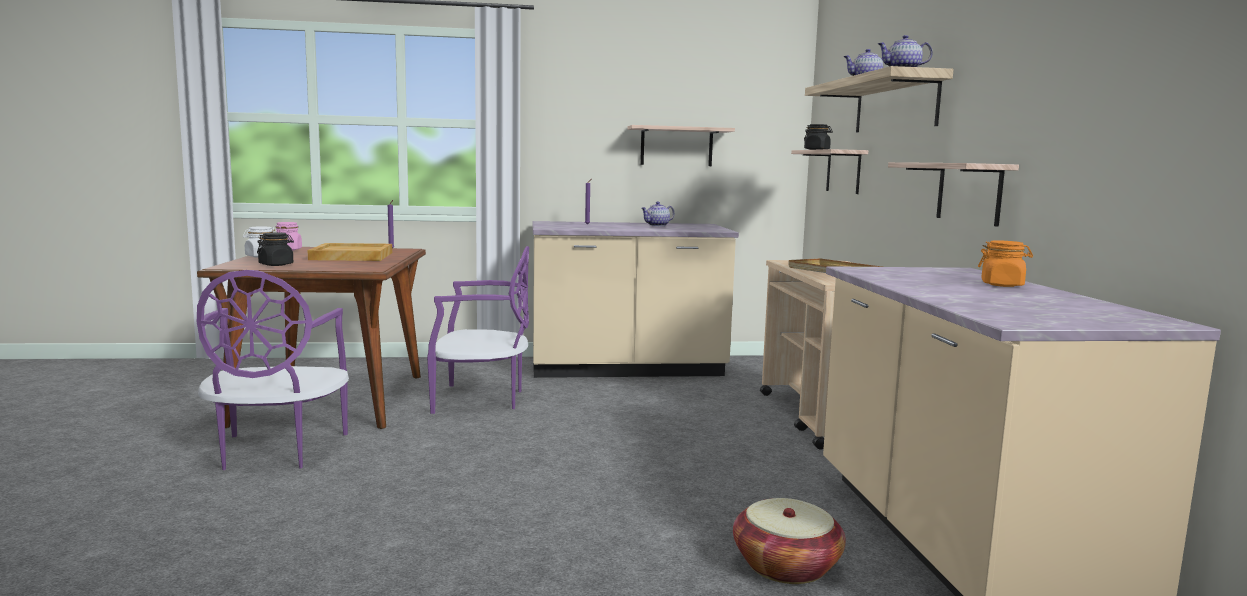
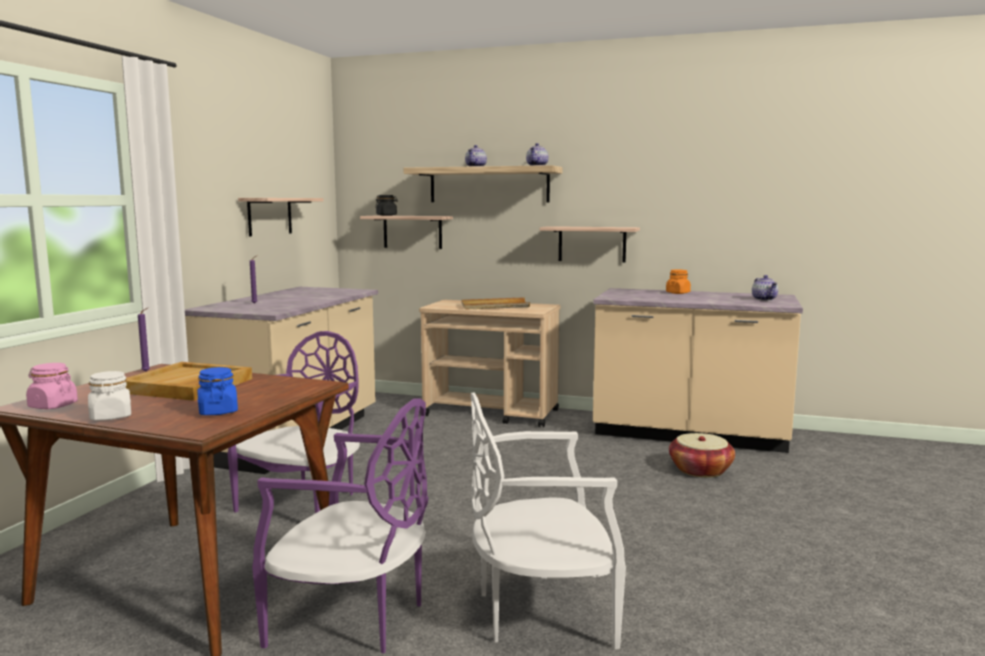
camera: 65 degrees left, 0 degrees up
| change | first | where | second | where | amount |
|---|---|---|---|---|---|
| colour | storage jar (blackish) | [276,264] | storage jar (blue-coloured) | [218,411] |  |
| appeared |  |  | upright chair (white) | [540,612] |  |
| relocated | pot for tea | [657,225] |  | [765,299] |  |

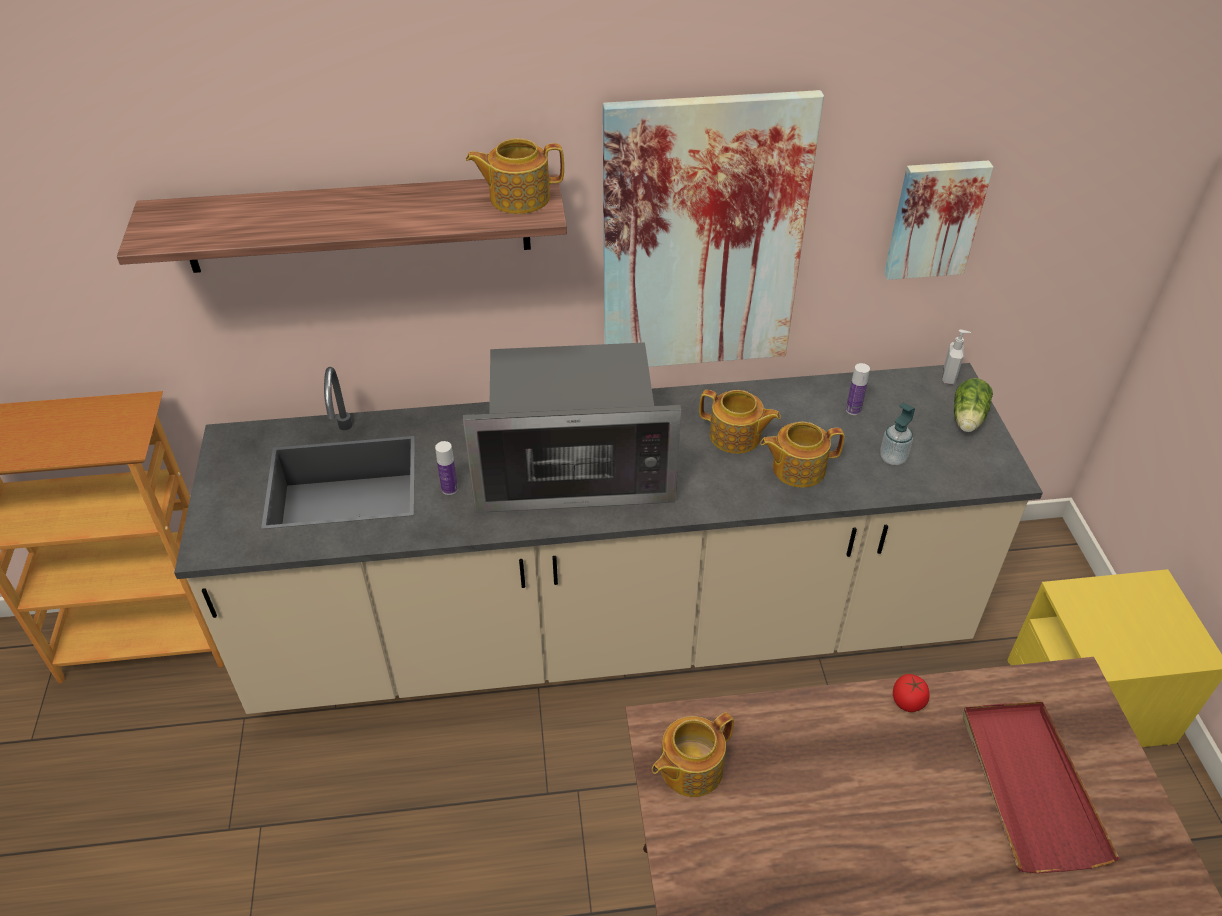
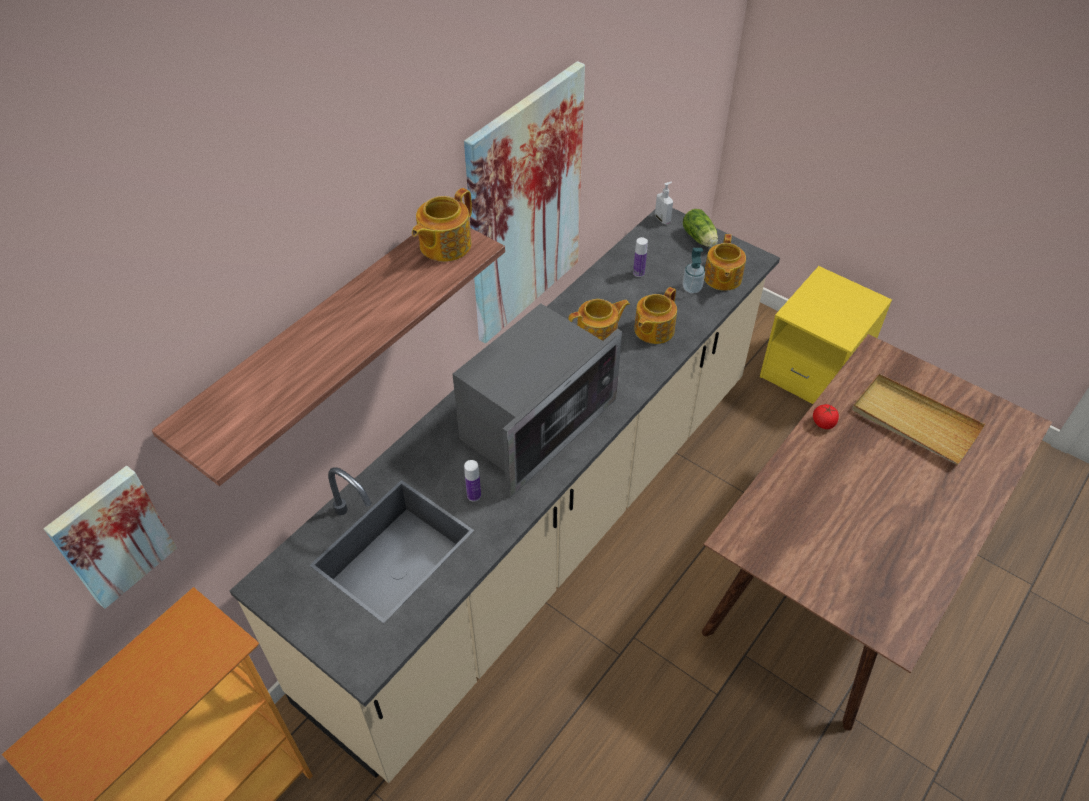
camera: 45 degrees left, 5 degrees up
| change | first | where | second | where | amount |
|---|---|---|---|---|---|
| relocated | wall picture | [934,218] |  | [111,535] |  |
| relocated | pot for tea | [689,768] |  | [722,278] |  |
| colour | carrying tray (reddish) | [1029,786] | carrying tray (beige) | [914,421] |  |

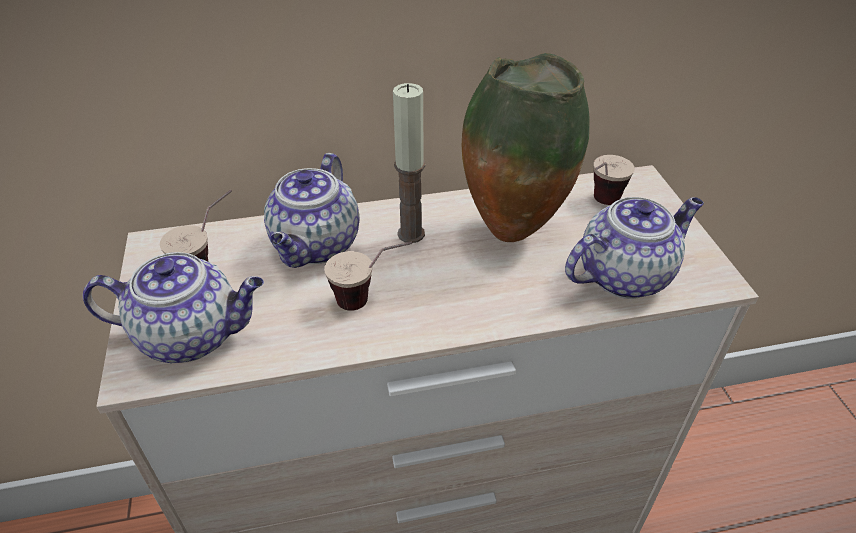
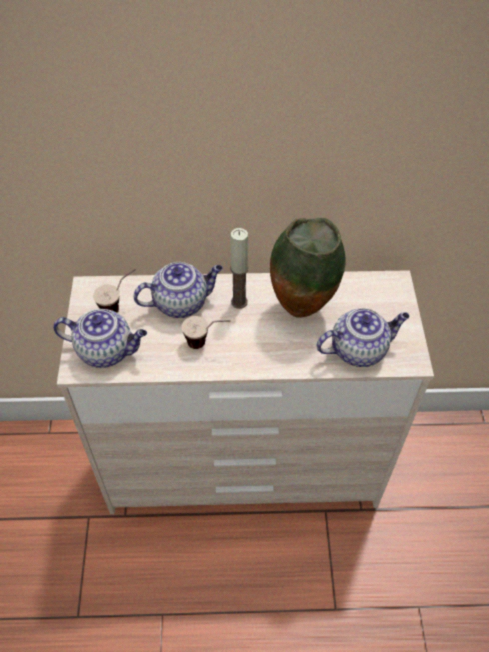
camera: 10 degrees right, 10 degrees up
| change | first | where | second | where | amount |
|---|---|---|---|---|---|
| spun | pot for tea | [316,246] |  | [181,303] | 135 degrees counterclockwise |
| missing | cup | [600,206] |  |  |  |

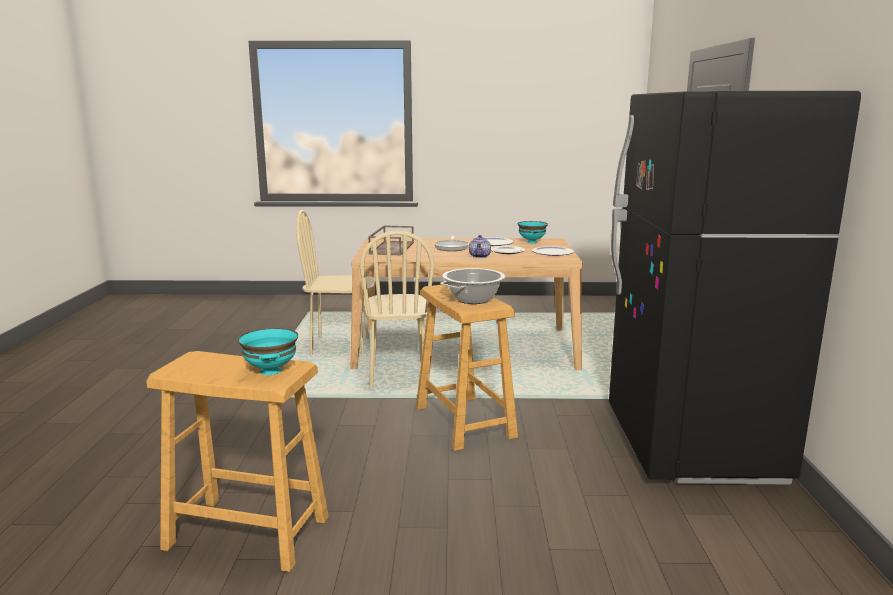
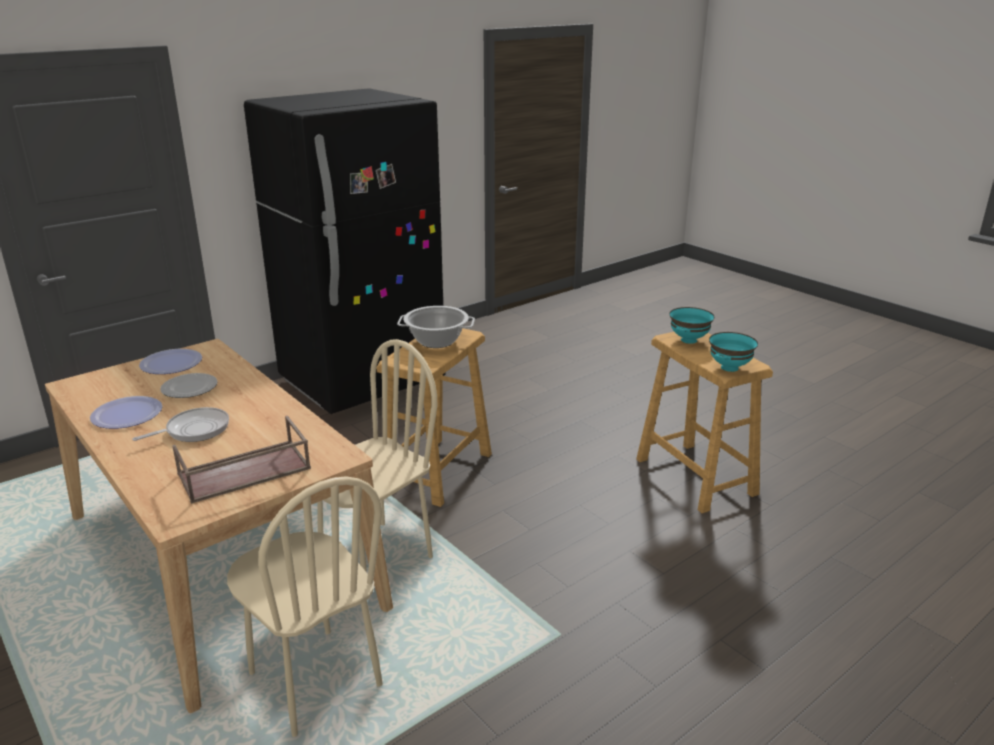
camera: 130 degrees left, 10 degrees up
| change | first | where | second | where | amount |
|---|---|---|---|---|---|
| relocated | deep dish (turquoise-coloured) | [531,242] |  | [730,368] |  |
| missing | pot for tea | [480,256] |  |  |  |

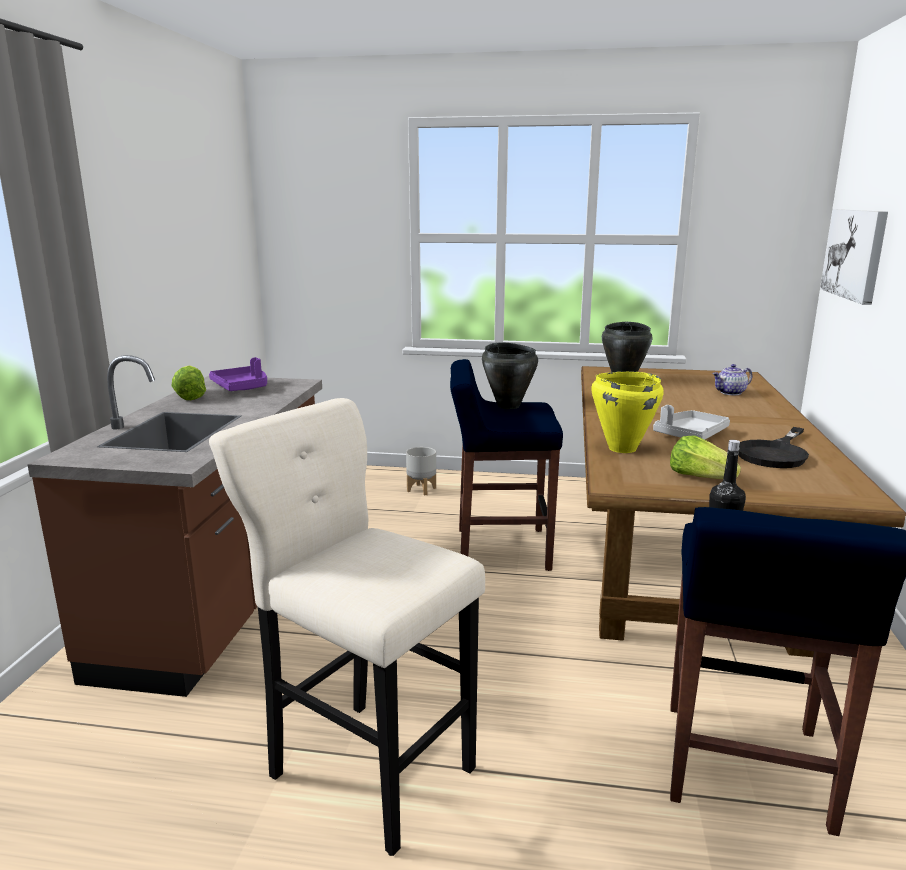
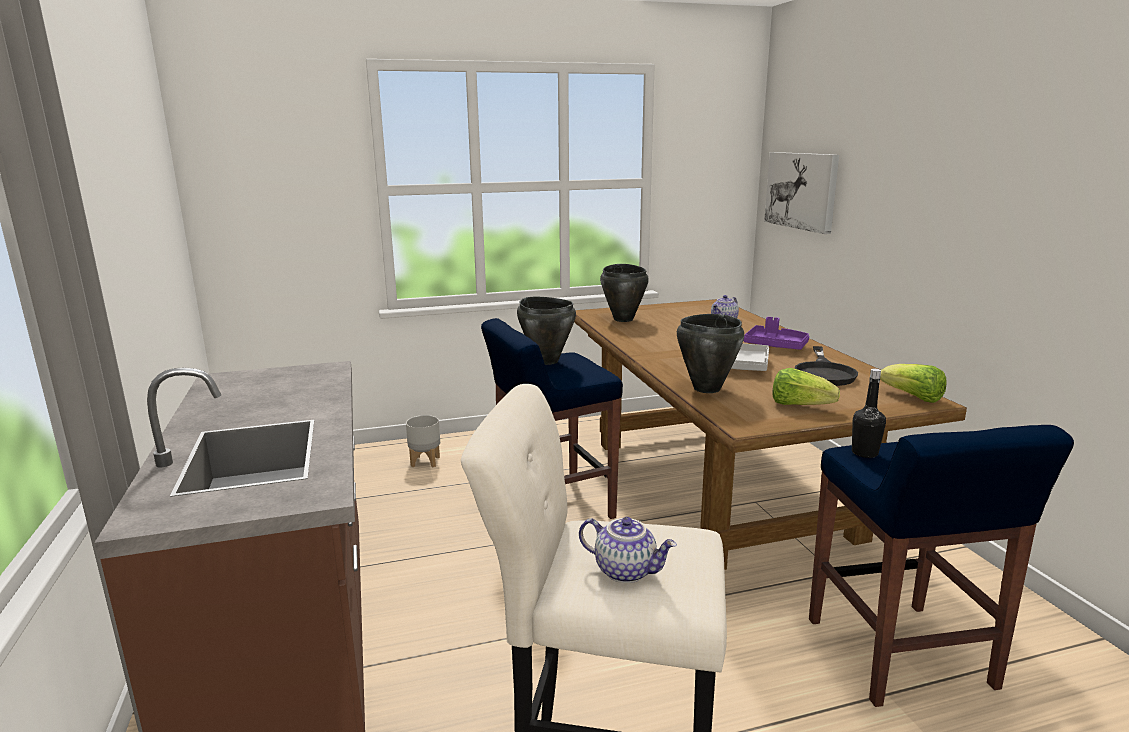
camera: 25 degrees left, 0 degrees up
| change | first | where | second | where | amount |
|---|---|---|---|---|---|
| appeared |  |  | pot for tea | [626,570] |  |
| colour | stockpot (yellow-coloured) | [621,448] | stockpot (blackish) | [706,388] |  |
| relocated | carrying tray (purple-coloured) | [242,387] |  | [776,346] |  |
| relocated | lettuce | [191,396] |  | [913,397] |  |

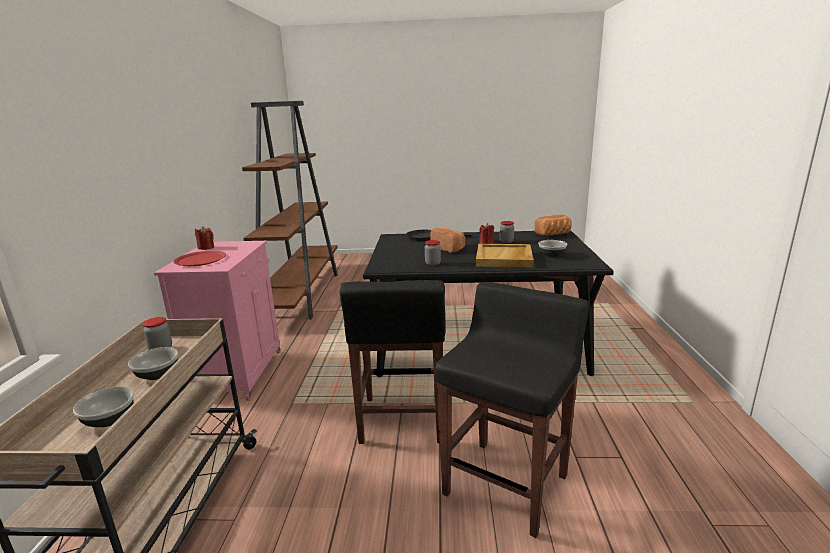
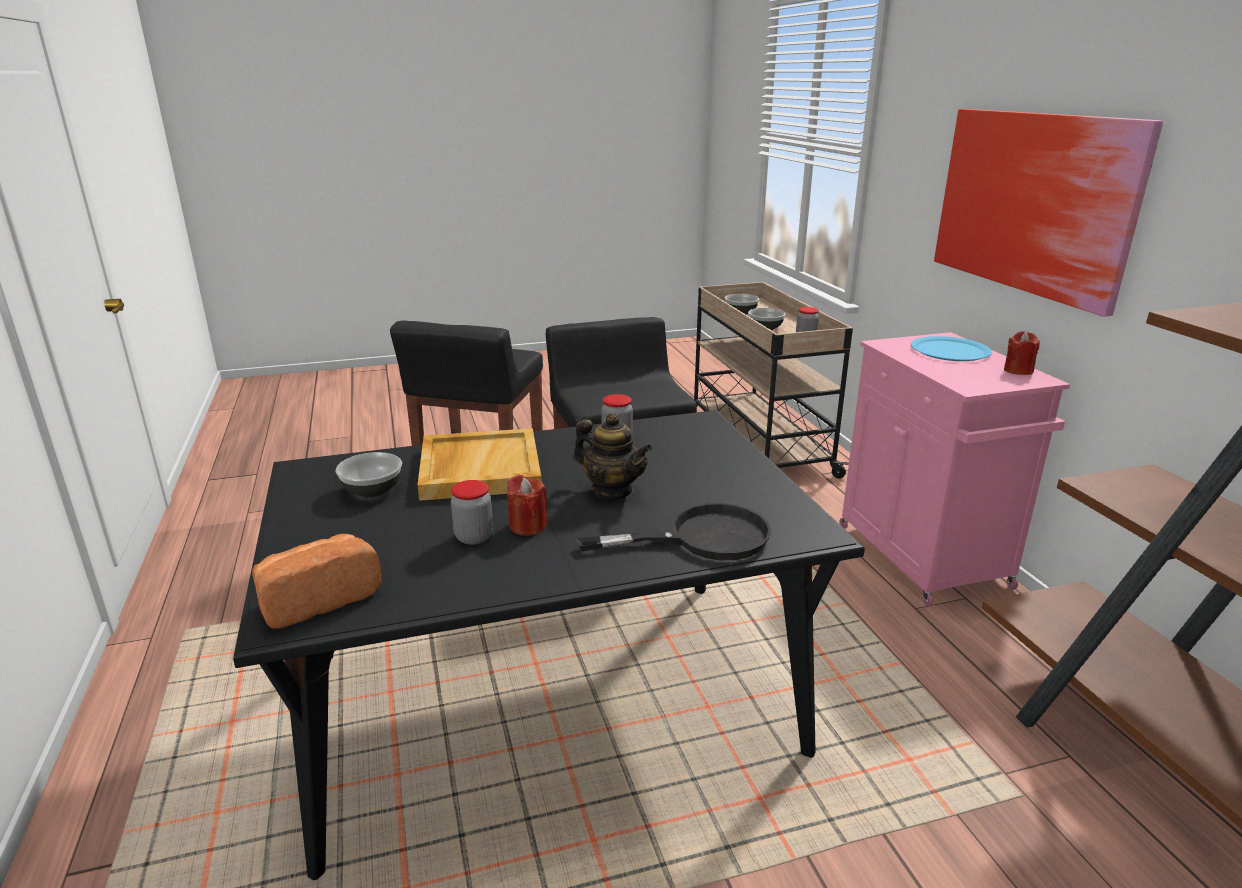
camera: 160 degrees right, 5 degrees up
| change | first | where | second | where | amount |
|---|---|---|---|---|---|
| exchanged | bread | [449,248] | pot for tea | [612,491] |  |
| colour | dinner plate (reddish) | [200,259] | dinner plate (blue-coloured) | [950,350] |  |
| appeared |  |  | wall picture | [1033,203] |  |

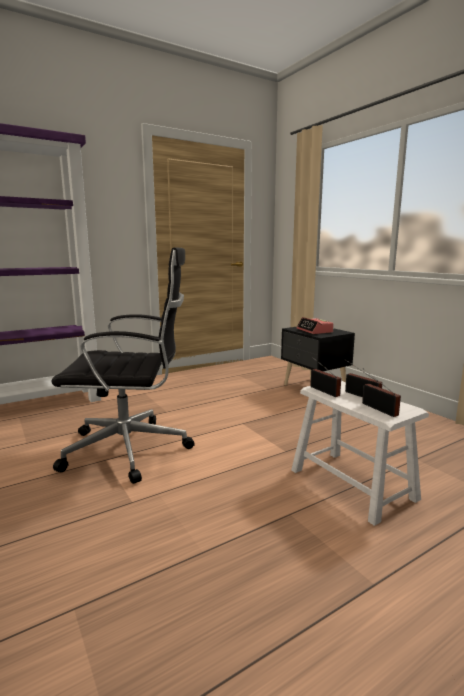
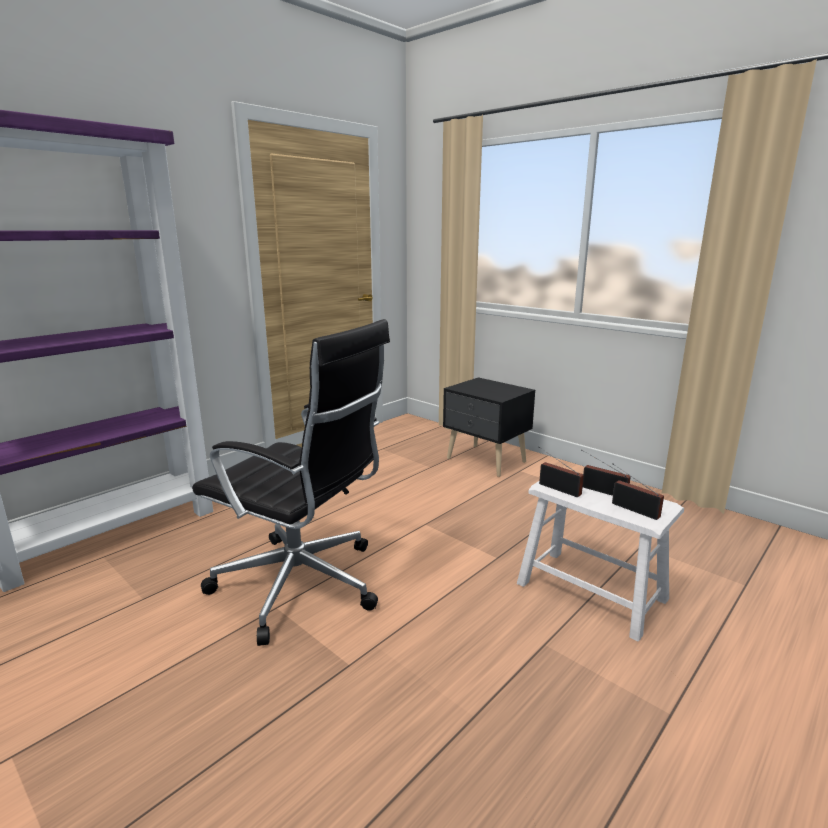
camera: 15 degrees left, 5 degrees up
| change | first | where | second | where | amount |
|---|---|---|---|---|---|
| spun | computer chair (blackish) | [131,449] |  | [303,585] | 45 degrees clockwise |
| missing | bedside clock | [314,331] |  |  |  |

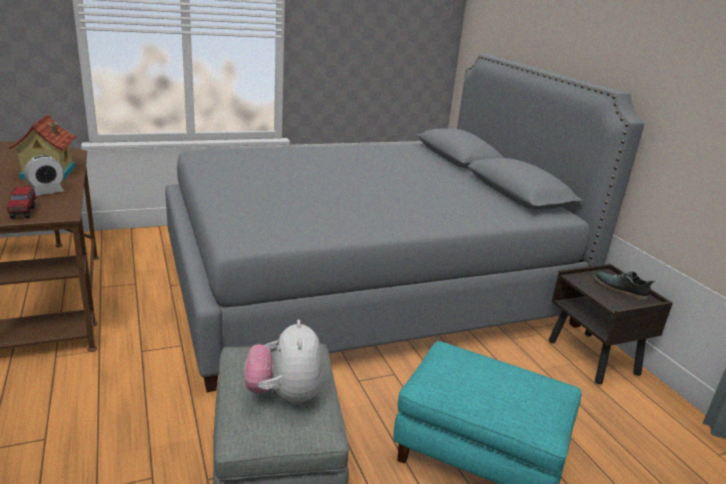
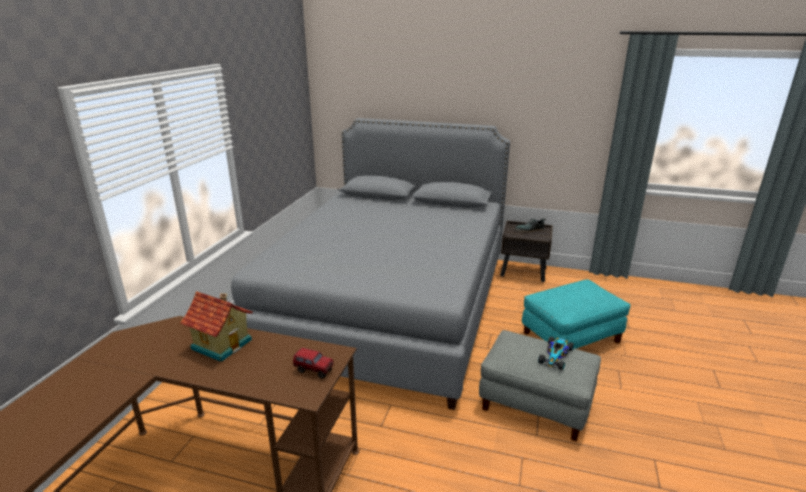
camera: 50 degrees left, 0 degrees up
| change | first | where | second | where | amount |
|---|---|---|---|---|---|
| exchanged | soft toy | [285,395] | toy car | [556,355] |  |
| missing | bedside clock | [47,192] |  |  |  |

